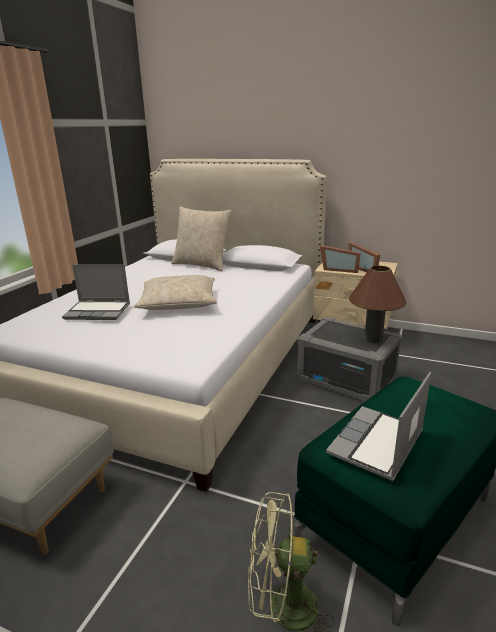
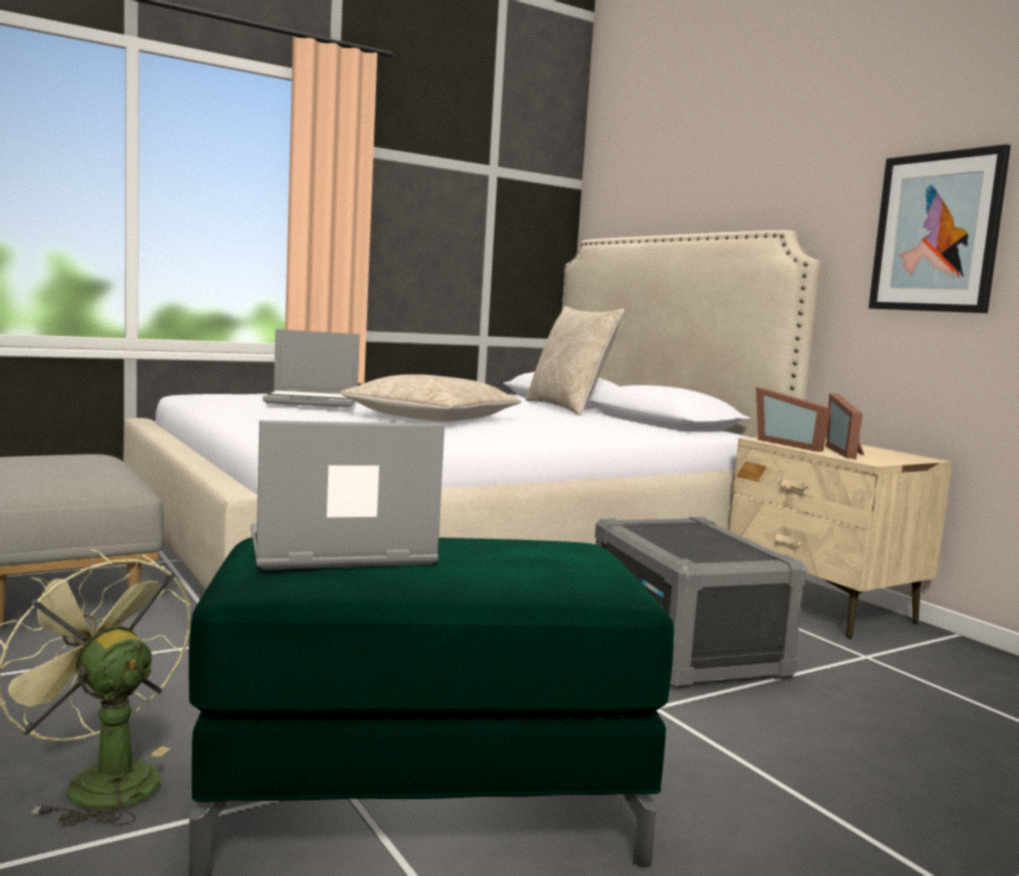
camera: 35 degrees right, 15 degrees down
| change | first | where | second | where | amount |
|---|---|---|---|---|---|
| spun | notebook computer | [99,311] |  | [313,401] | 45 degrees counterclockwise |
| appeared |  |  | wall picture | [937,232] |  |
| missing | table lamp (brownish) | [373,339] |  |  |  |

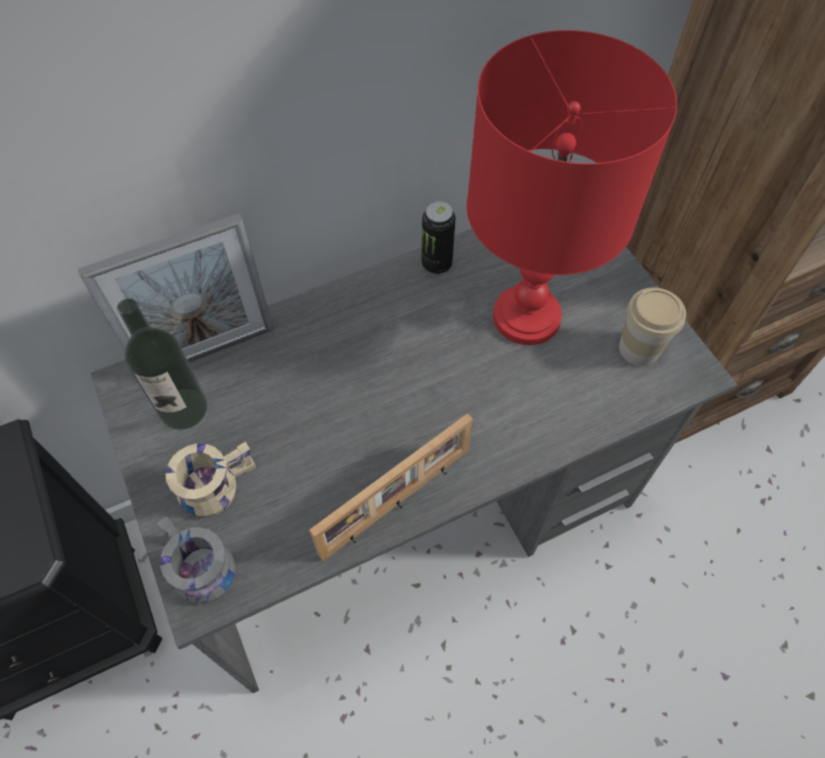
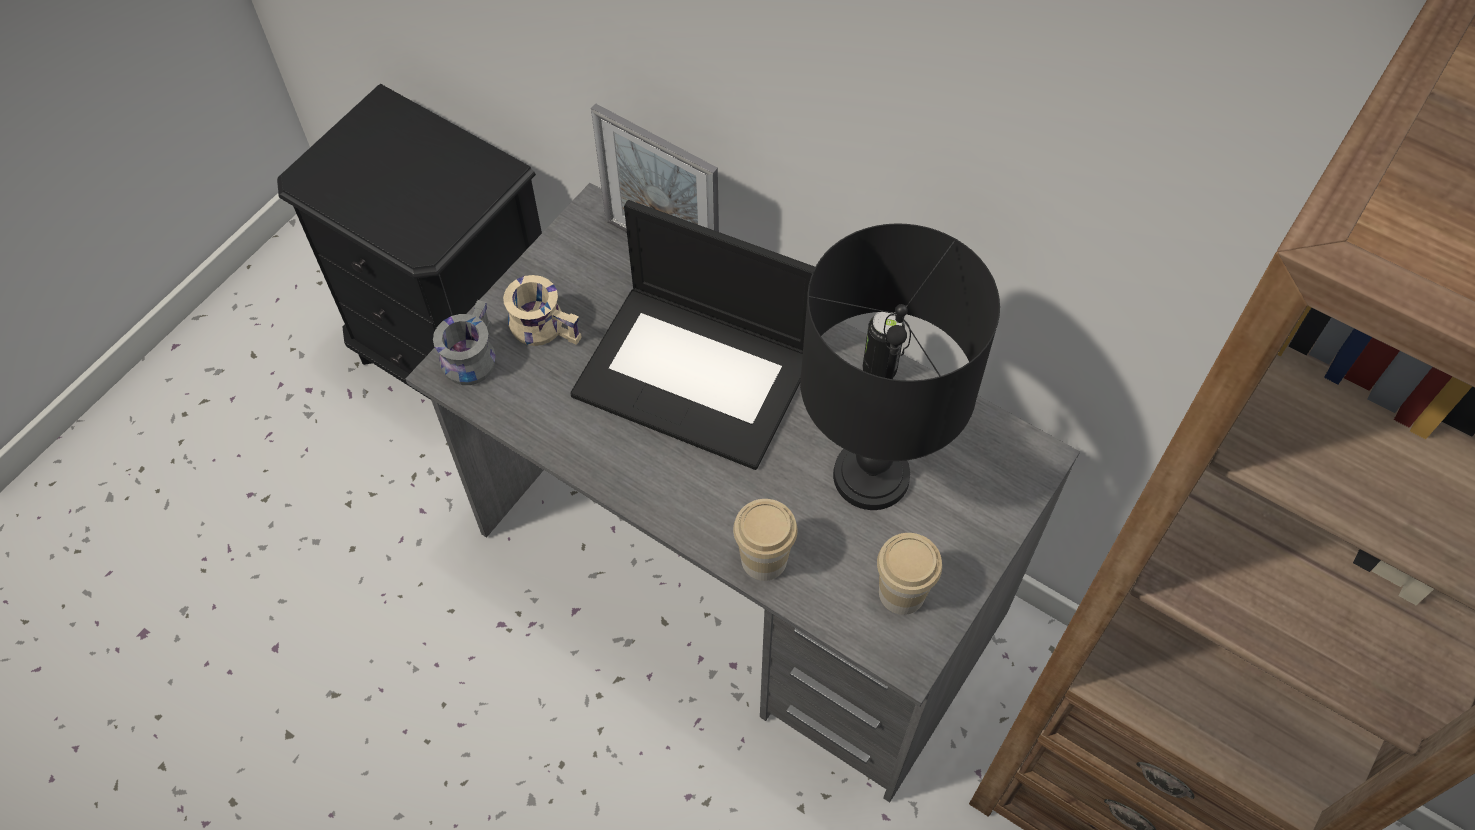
camera: 60 degrees right, 0 degrees up
| change | first | where | second | where | amount |
|---|---|---|---|---|---|
| appeared |  |  | notebook computer | [697,374] |  |
| appeared |  |  | cup | [764,559] |  |
| colour | table lamp (reddish) | [525,315] | table lamp (blackish) | [871,474] |  |
| missing | bottle | [183,408] |  |  |  |
| missing | photo frame | [397,503] |  |  |  |

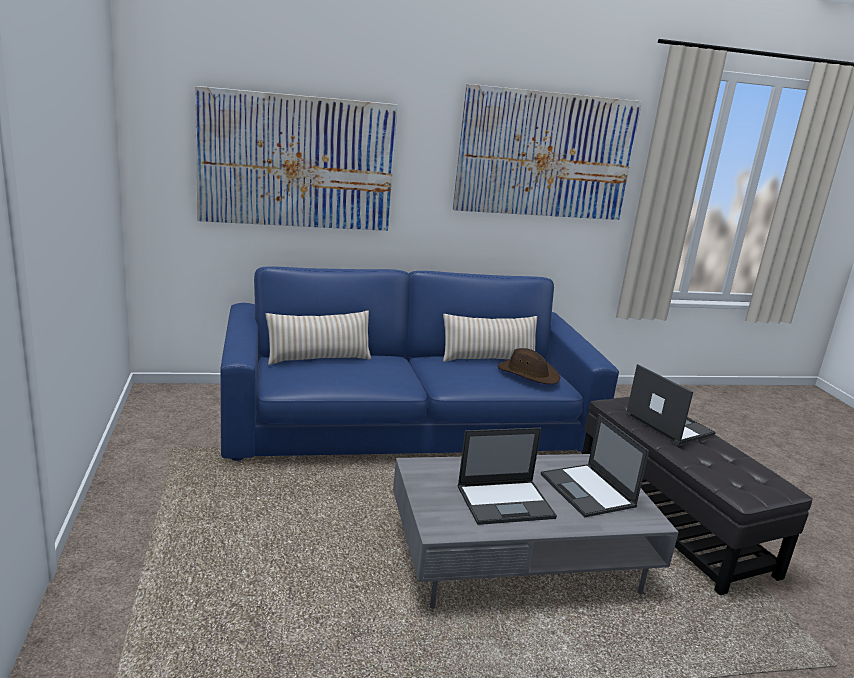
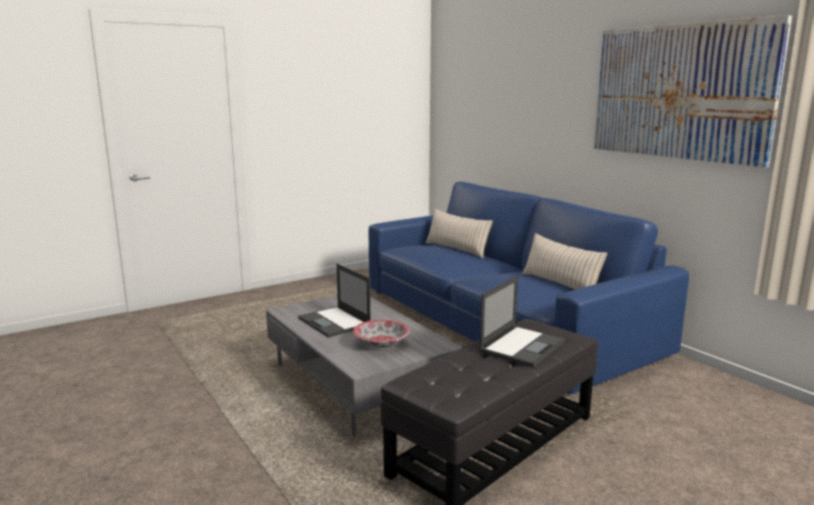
camera: 70 degrees right, 5 degrees down
| change | first | where | second | where | amount |
|---|---|---|---|---|---|
| exchanged | notebook computer | [588,491] | deep dish | [381,344] |  |
| missing | wall picture | [297,162] |  |  |  |
| missing | wearable hat (brownish) | [528,374] |  |  |  |

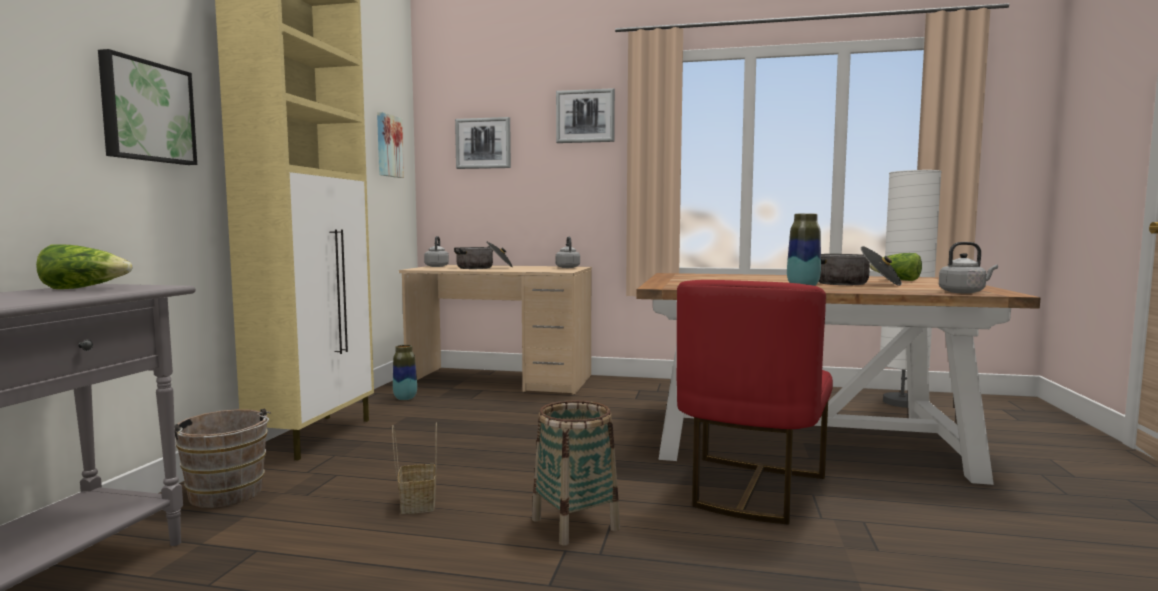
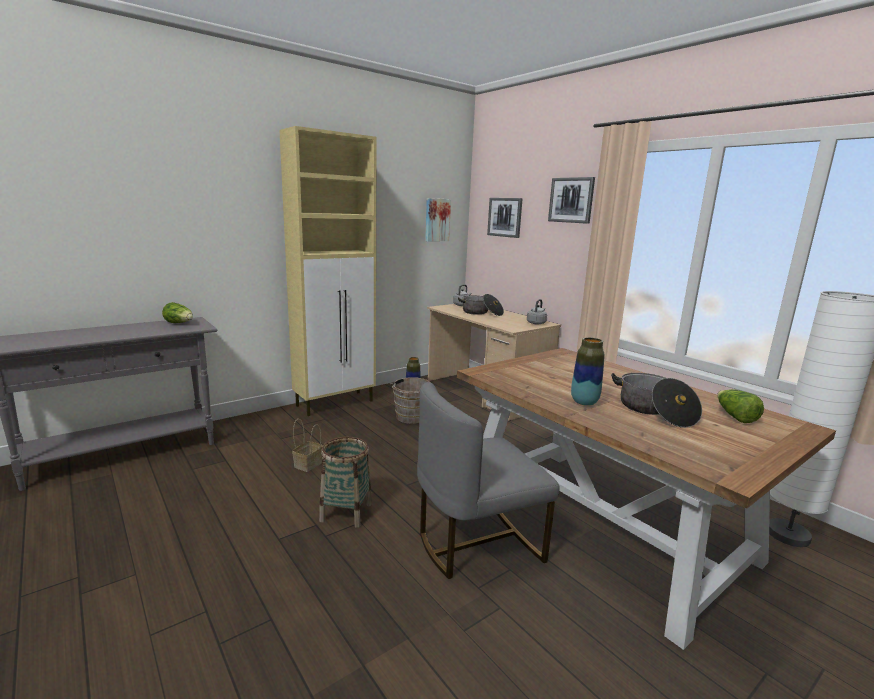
camera: 40 degrees right, 10 degrees up
| change | first | where | second | where | amount |
|---|---|---|---|---|---|
| relocated | pail (brownish) | [227,495] |  | [411,418] |  |
| colour | upright chair (reddish) | [750,489] | upright chair (gray) | [476,543] |  |
| missing | wall picture | [146,112] |  |  |  |
| missing | kettle (gray) | [964,292] |  |  |  |

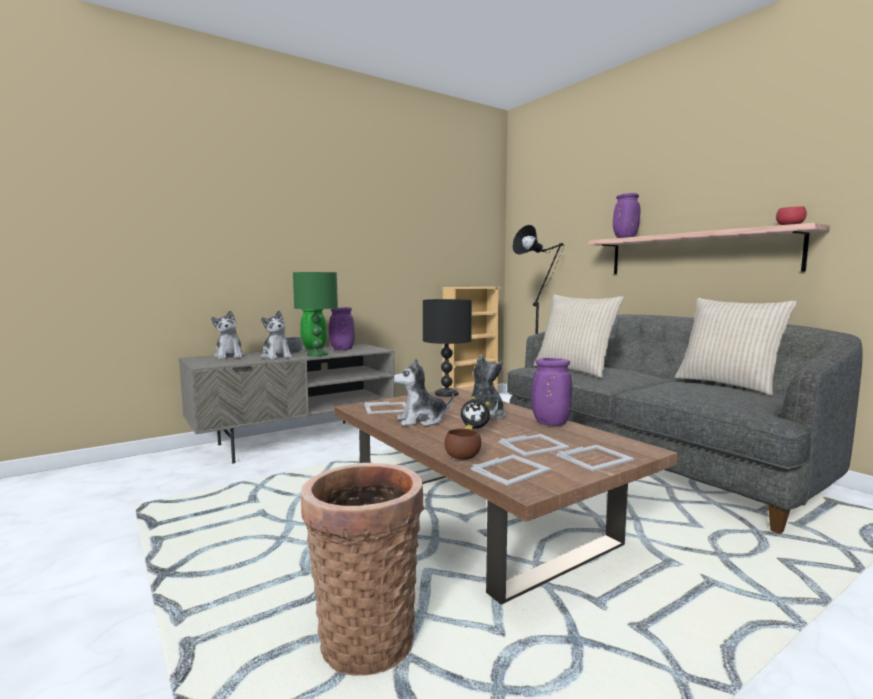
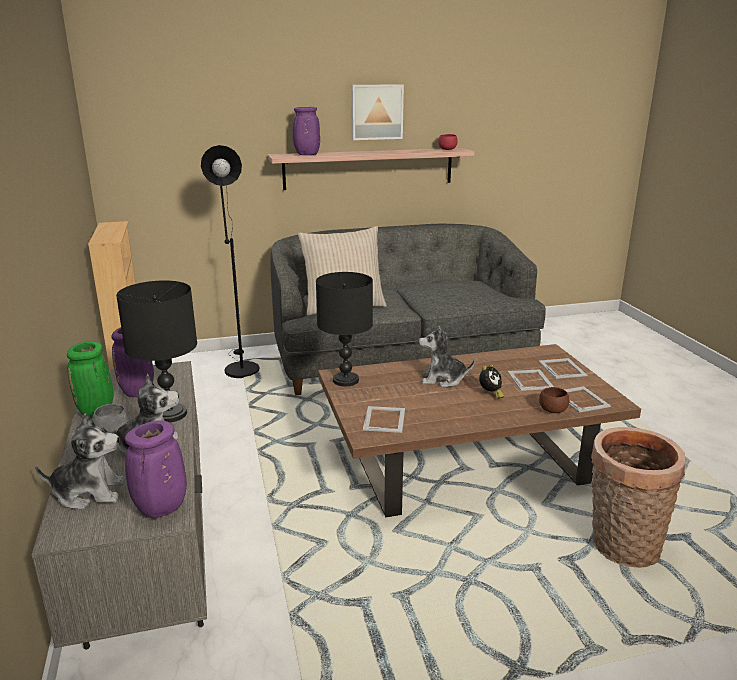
camera: 70 degrees left, 15 degrees up
| change | first | where | second | where | amount |
|---|---|---|---|---|---|
| colour | table lamp (green) | [318,355] | table lamp (blackish) | [170,414] |  |
| relocated | decorative vase (purple-coloured) | [549,423] |  | [161,510] |  |
| appeared |  |  | wall picture | [376,112] |  |
| missing | soft toy | [422,421] |  |  |  |
| missing | throw pillow (beige) | [728,384] |  |  |  |

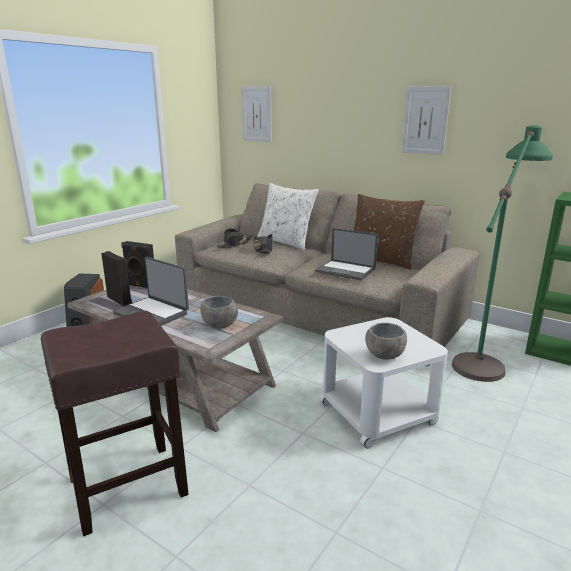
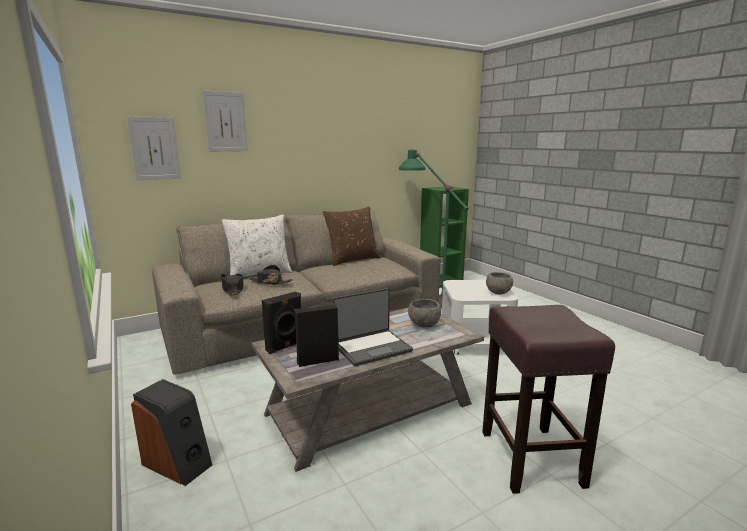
camera: 65 degrees left, 5 degrees down
| change | first | where | second | where | amount |
|---|---|---|---|---|---|
| relocated | wall picture | [425,120] |  | [226,122] |  |
| missing | notebook computer | [346,270] |  |  |  |

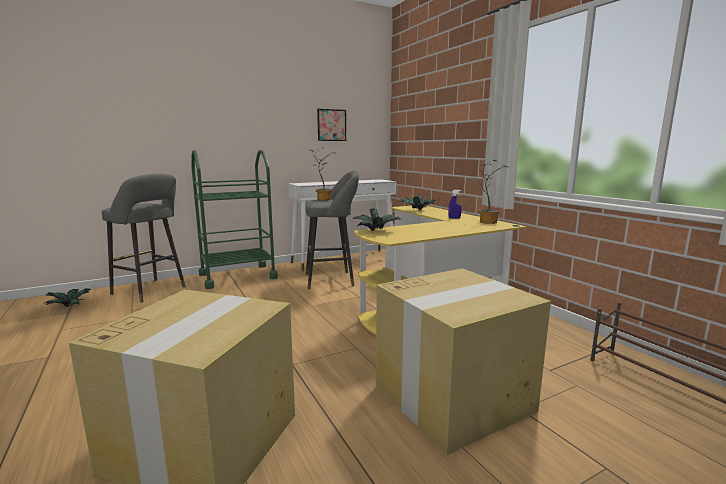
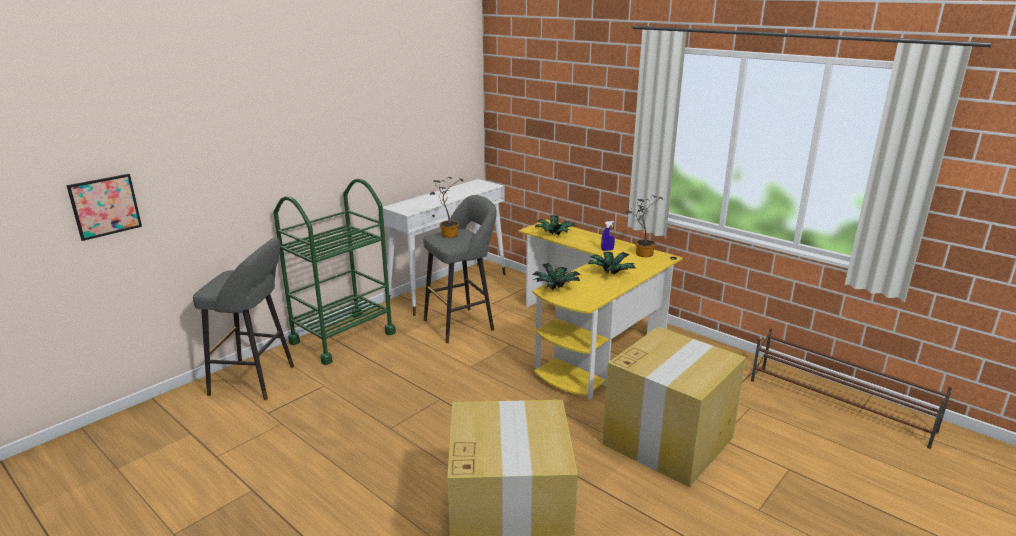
camera: 20 degrees left, 10 degrees up
| change | first | where | second | where | amount |
|---|---|---|---|---|---|
| relocated | wall picture | [331,125] |  | [105,206] |  |
| relocated | plant in a pot | [71,306] |  | [610,273] |  |

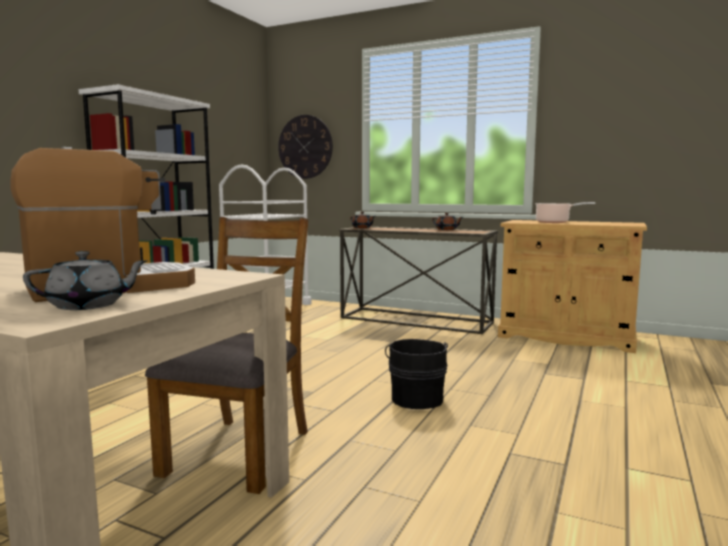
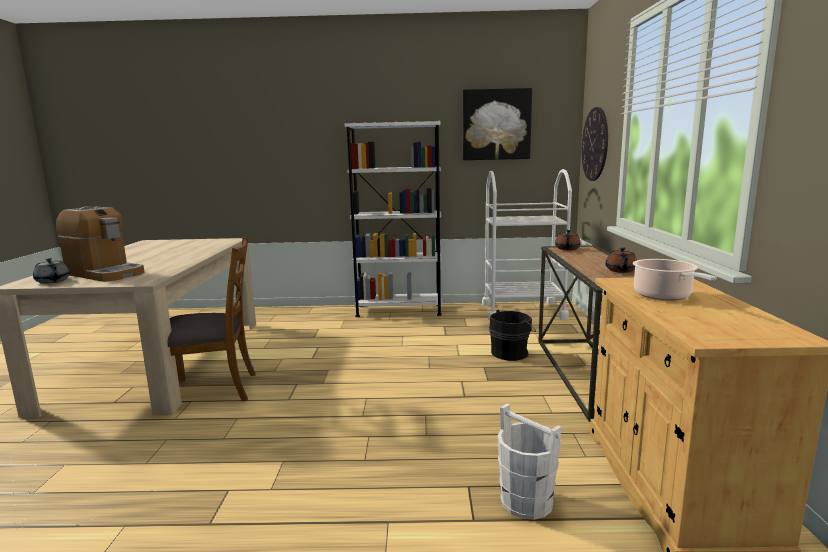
camera: 65 degrees right, 5 degrees up
| change | first | where | second | where | amount |
|---|---|---|---|---|---|
| appeared |  |  | wall picture | [496,125] |  |
| relocated | pail (blackish) | [416,398] |  | [511,353] |  |
| appeared |  |  | pail (white) | [527,502] |  |

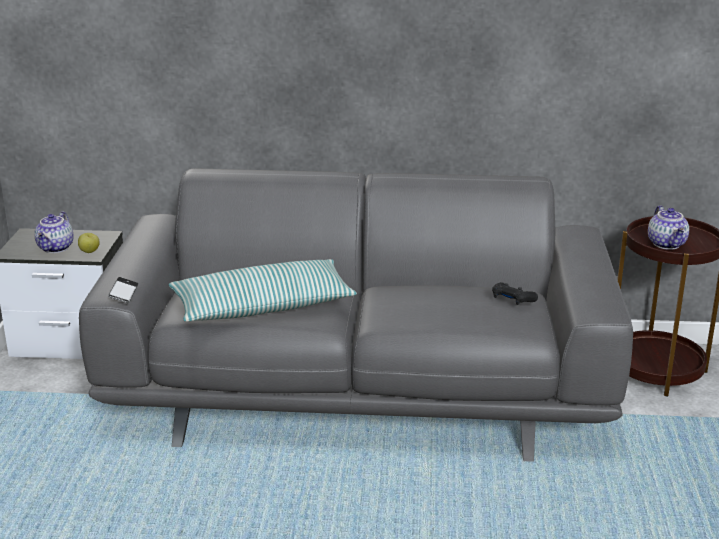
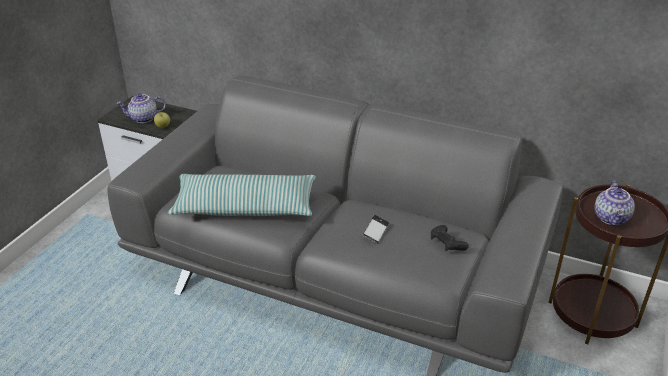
camera: 20 degrees right, 10 degrees up
| change | first | where | second | where | amount |
|---|---|---|---|---|---|
| spun | pot for tea | [56,248] |  | [143,119] | 45 degrees clockwise |
| relocated | handset | [123,293] |  | [375,231] |  |

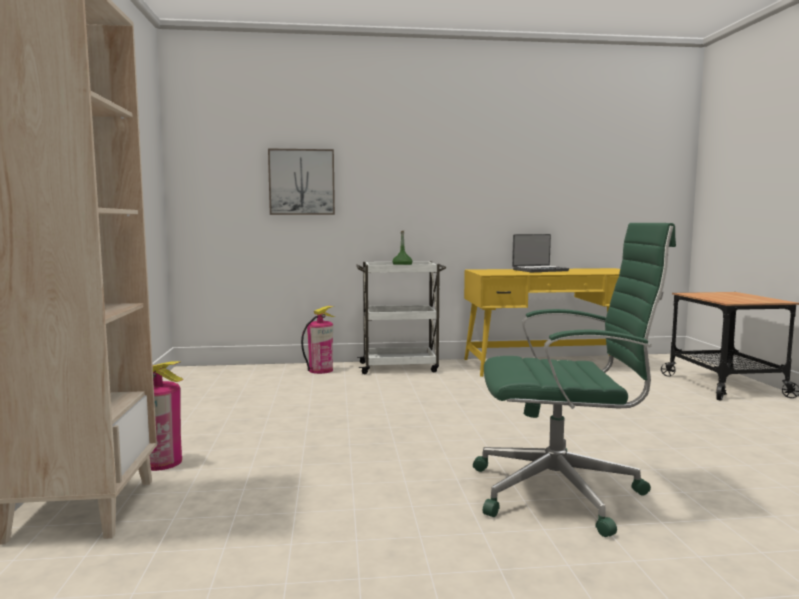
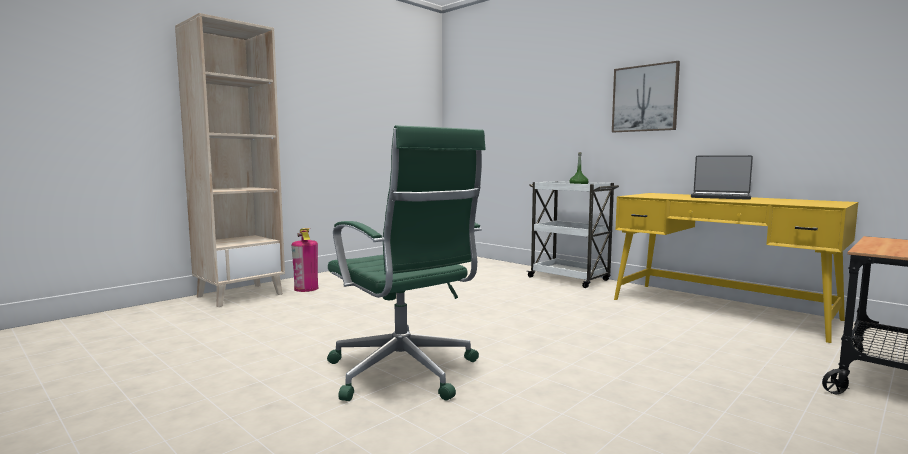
camera: 50 degrees right, 0 degrees up
| change | first | where | second | where | amount |
|---|---|---|---|---|---|
| relocated | wall picture | [302,182] |  | [645,98] |  |
| missing | fire extinguisher | [320,370] |  |  |  |

